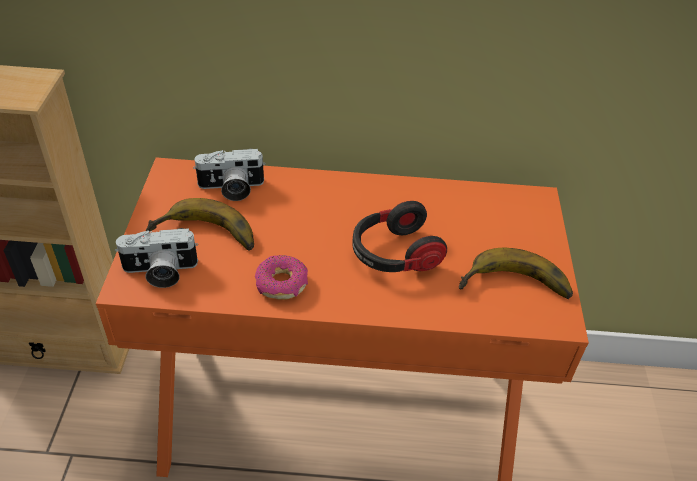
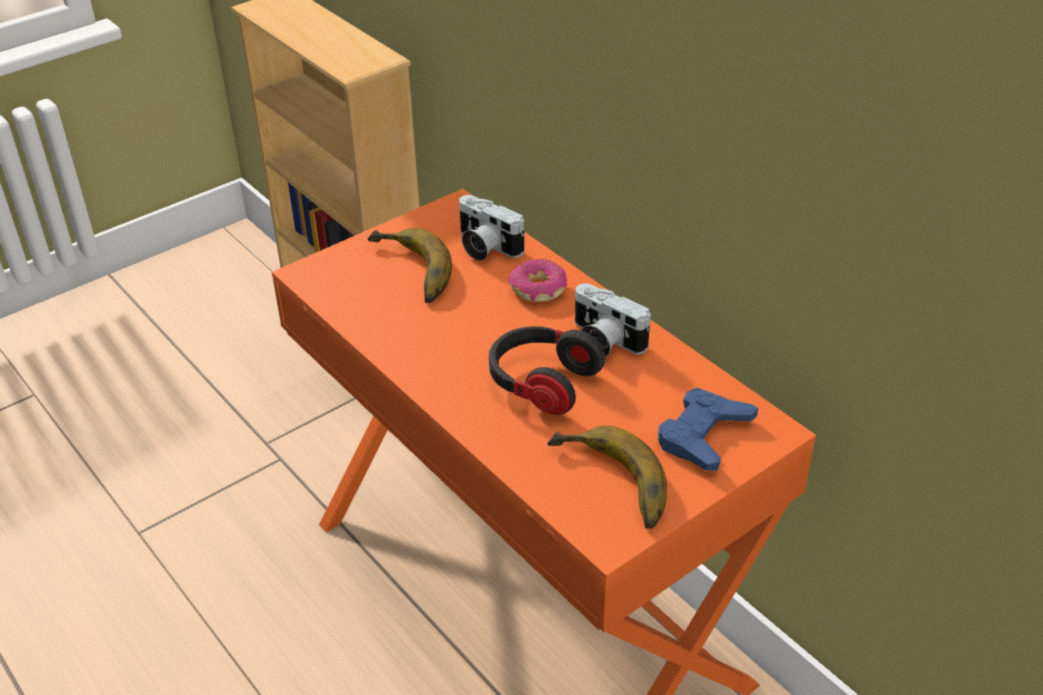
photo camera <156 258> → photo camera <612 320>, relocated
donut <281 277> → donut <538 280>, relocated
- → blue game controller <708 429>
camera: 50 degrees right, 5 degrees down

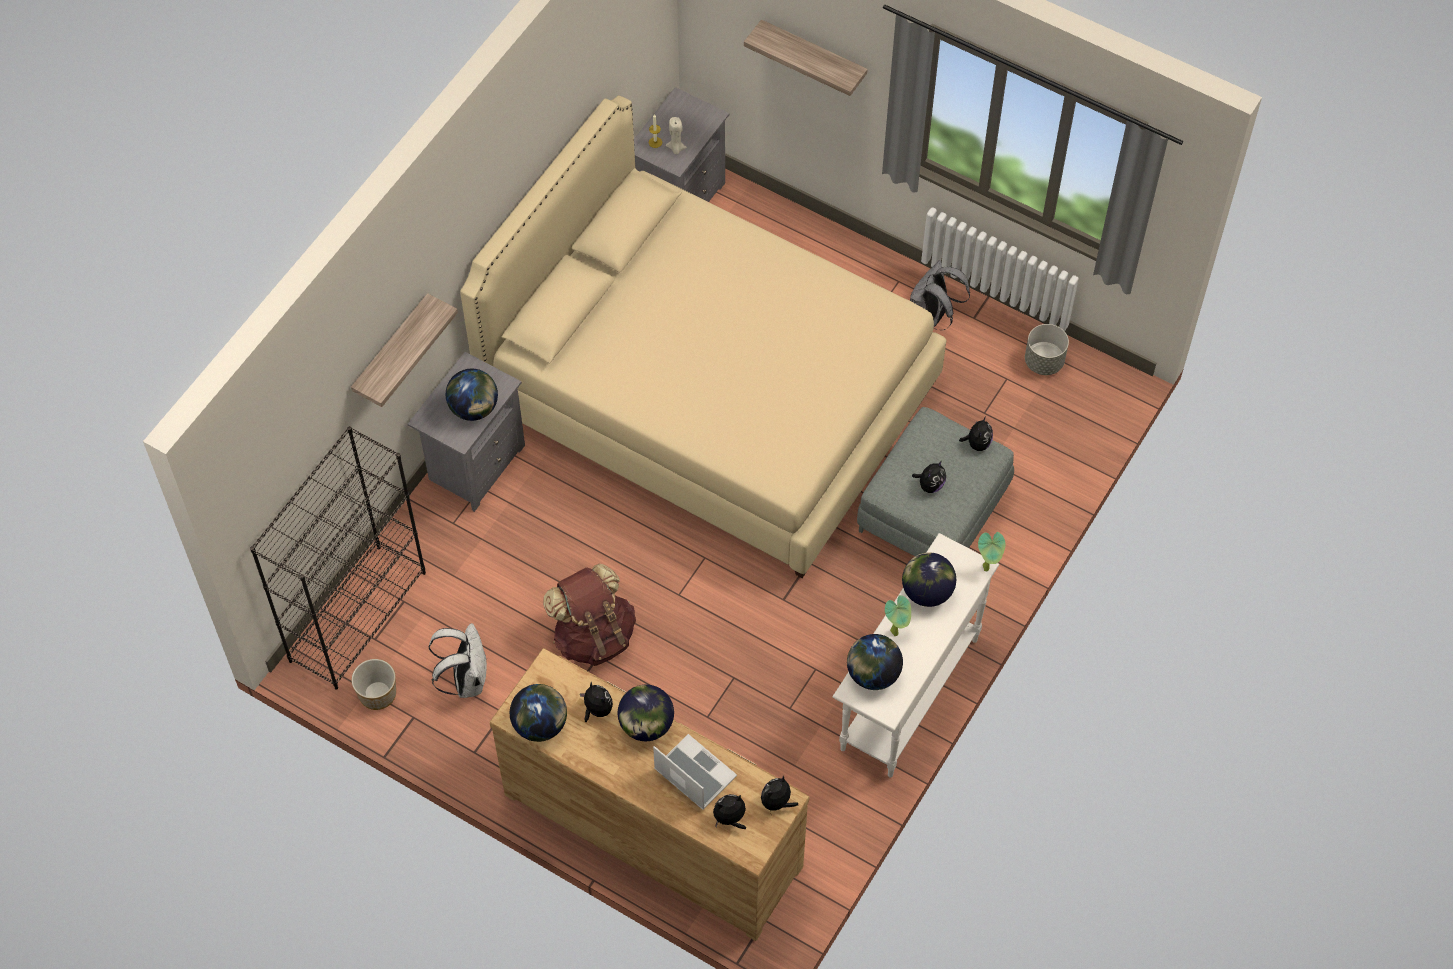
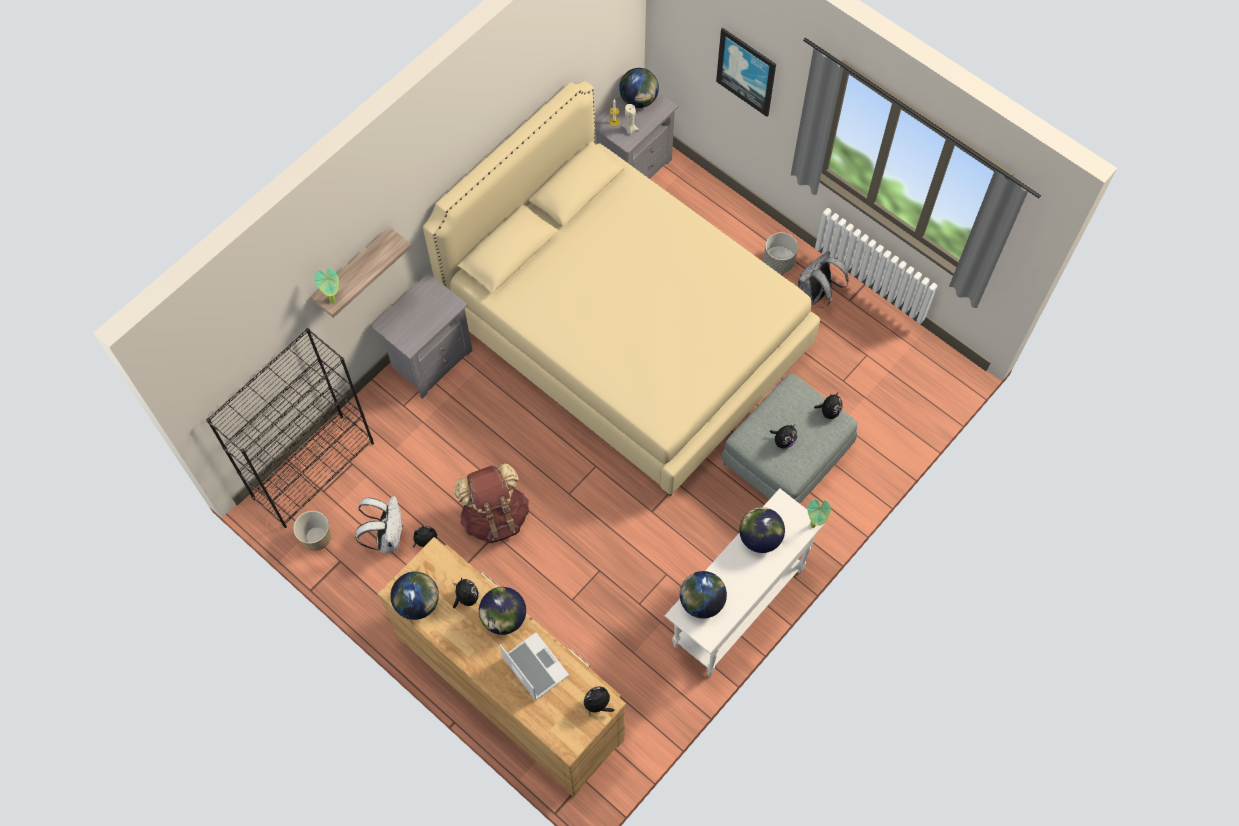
globe <472 395> → globe <639 88>, relocated
plush toy <729 811> → plush toy <425 537>, relocated
shelf <806 57> → picture <746 72>
potted plant <898 615> → potted plant <326 285>, relocated
grey planter <1047 349> → grey planter <780 253>, relocated
camera: 10 degrees right, 5 degrees up

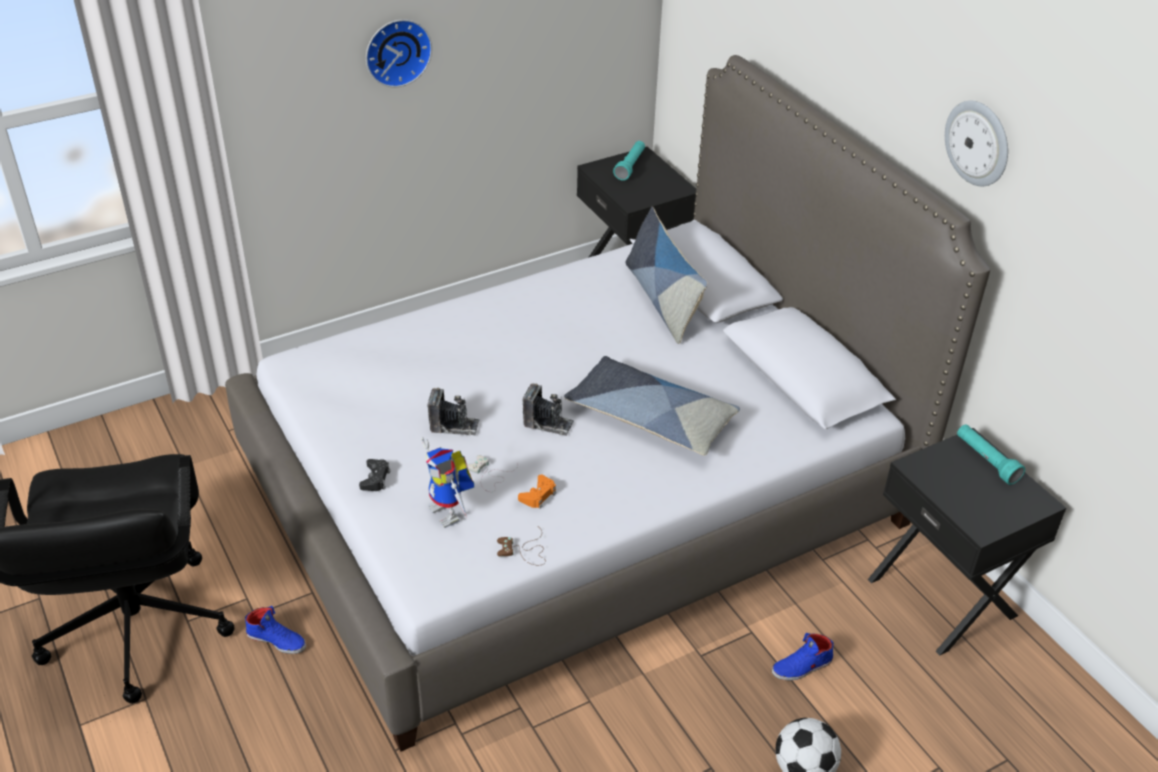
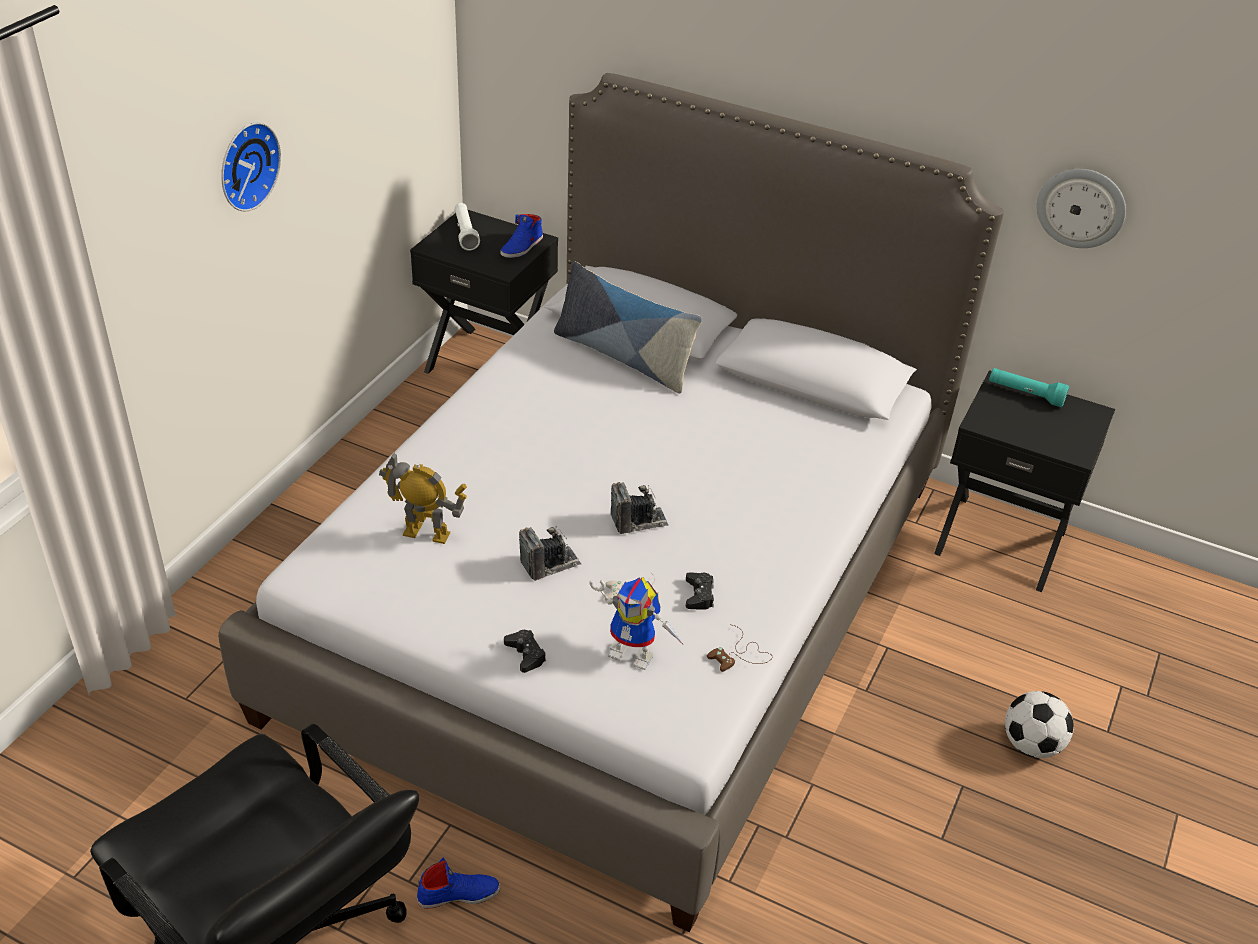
orange game controller <537 492> → black game controller <700 591>
pillow <652 406> → -
turquoise flashlight <629 161> → white flashlight <467 226>
blue shoe <803 657> → blue shoe <521 236>, relocated
wall clock <976 143> → wall clock <1081 208>, relocated
- → toy robot <423 498>
camera: 35 degrees left, 0 degrees up

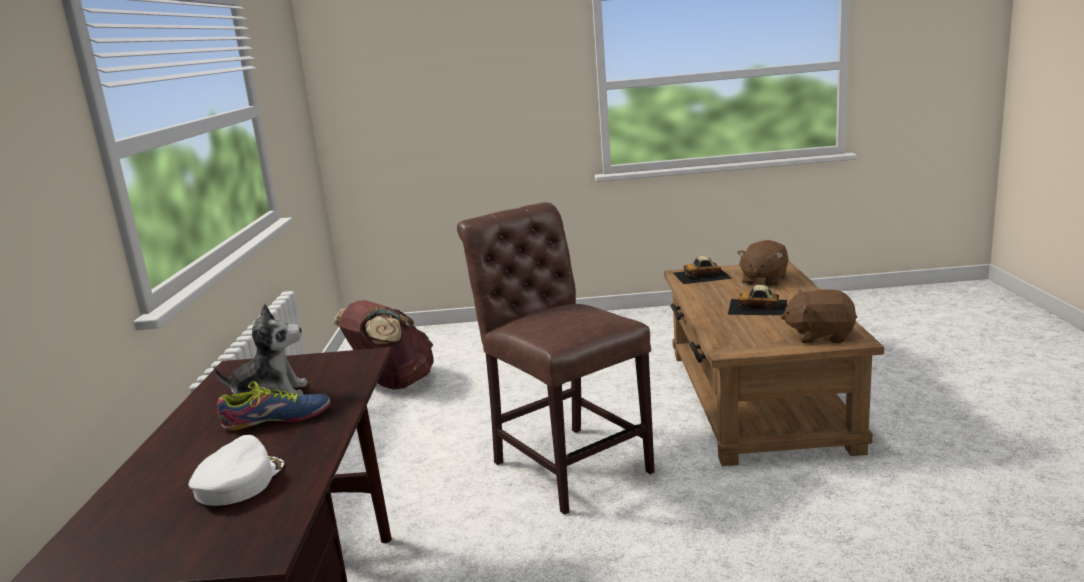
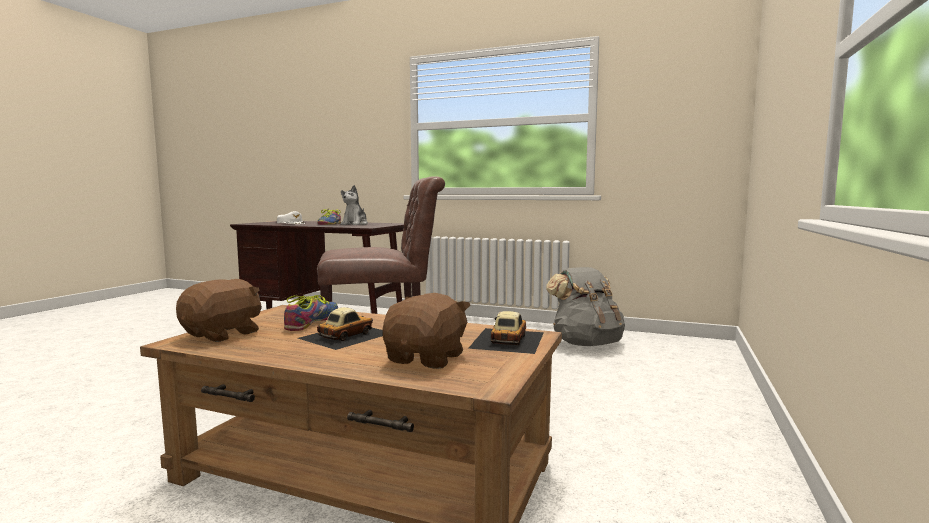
brown backpack <383 345> → grey backpack <585 306>
brown plush toy <762 263> → brown plush toy <426 331>, 60 degrees clockwise
- → shoe <311 313>
camera: 110 degrees right, 10 degrees down

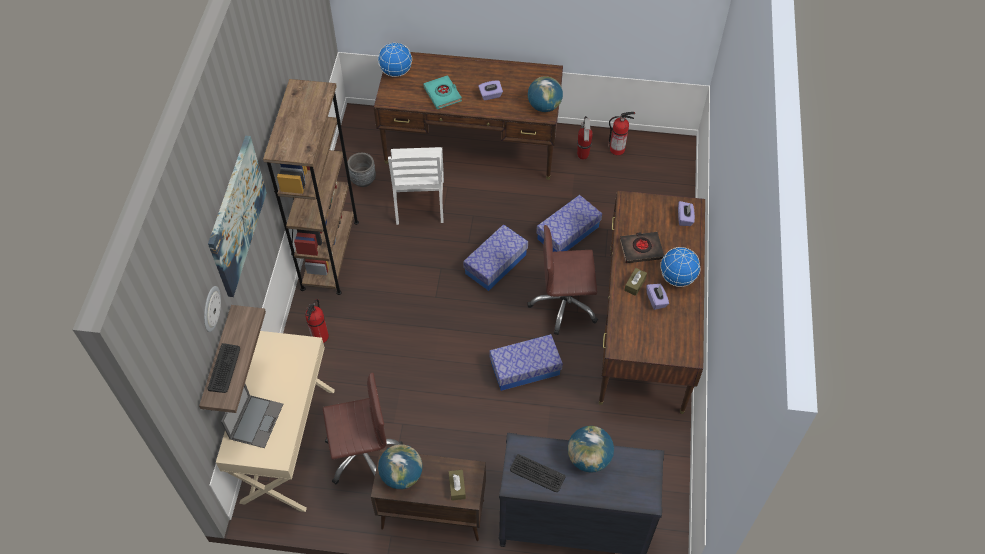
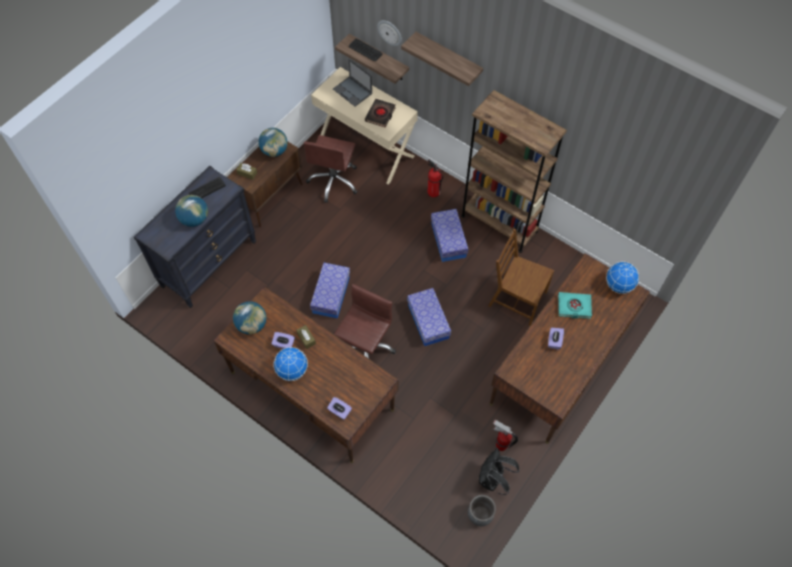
picture <237 216> → shelf <442 59>
grey planter <361 170> → grey planter <482 510>, relocated
white chair <416 186> → brown chair <521 277>
globe <545 94> → globe <249 318>, relocated
storage box <569 223> → storage box <449 235>, relocated
fire extinguisher <621 133> → black backpack <499 471>
black book <642 247> → black book <380 113>, relocated
camera: 120 degrees right, 5 degrees up

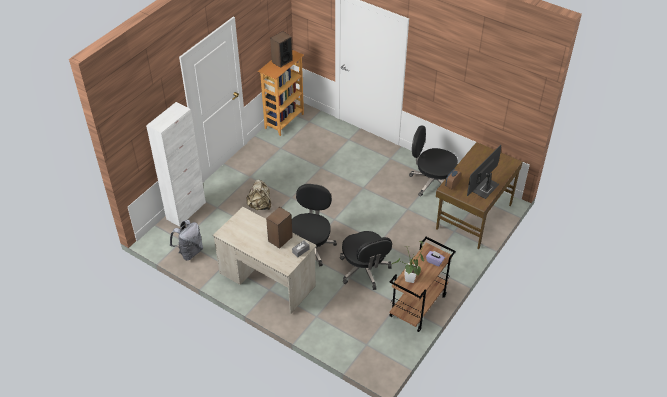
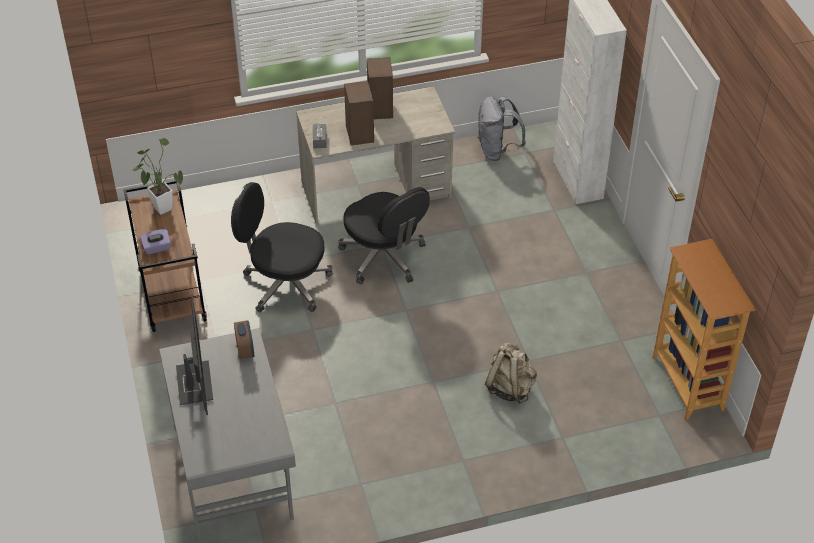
beige backpack <258 195> → beige backpack <511 373>, relocated
speaker <281 49> → speaker <380 88>, relocated
black office chair <433 160> → -
brown desk <479 196> → grey desk <227 435>
camera: 130 degrees right, 0 degrees up

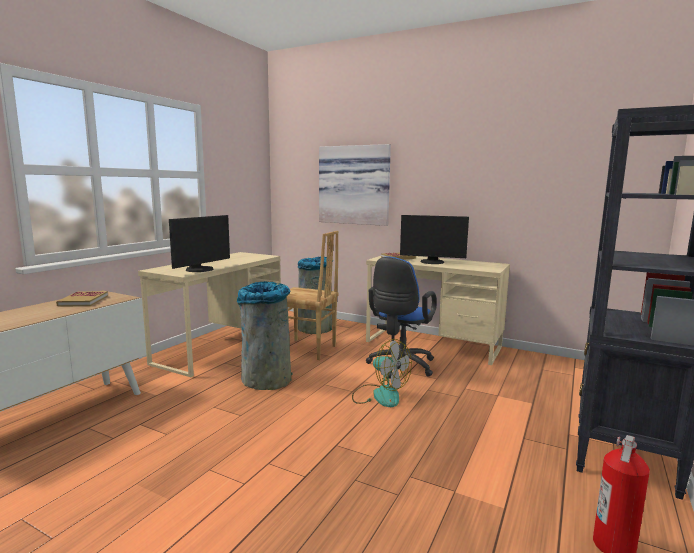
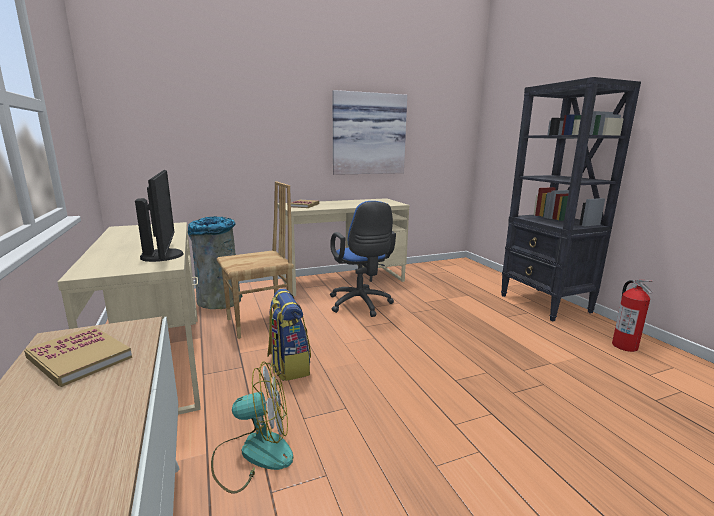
grey trash can <265 335> → backpack <289 335>
picture <355 185> → picture <369 132>, relocated
fan <382 373> → fan <252 428>, relocated
monitor <434 239> → -
camera: 50 degrees left, 5 degrees up

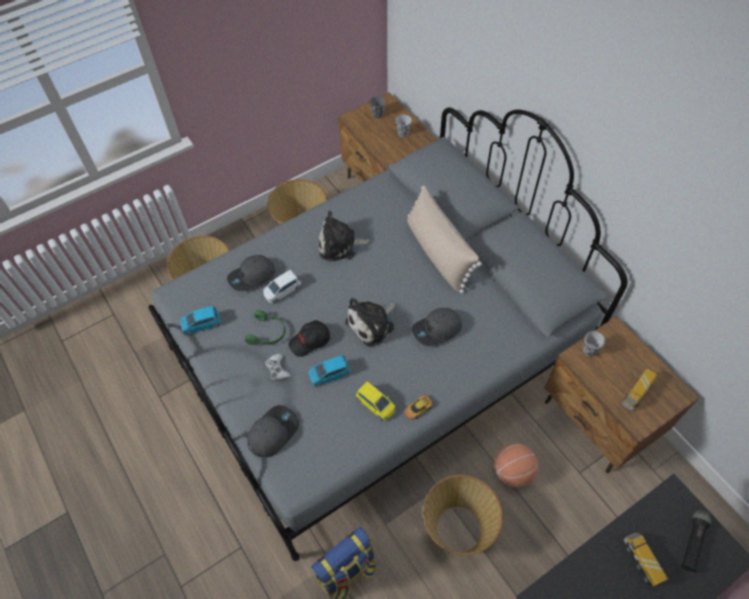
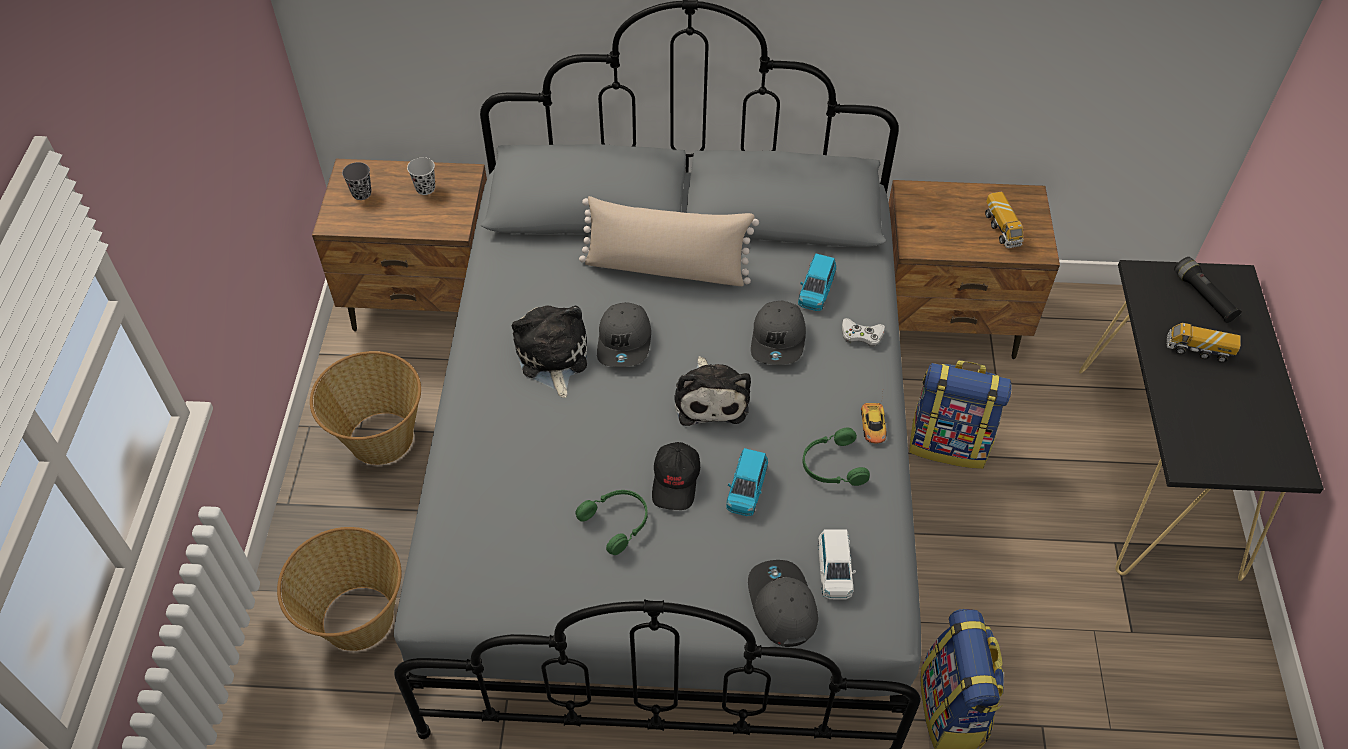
blue toy car <200 320> → blue toy car <817 282>, relocated
grey cap <251 273> → grey cap <624 334>, relocated
white toy car <282 287> → white toy car <837 564>, relocated
white game controller <278 367> → white game controller <863 332>, relocated
plush toy <345 236> → plush toy <549 351>, 135 degrees clockwise
yellow toy car <376 401> → green headphones <836 457>
basket <463 515> → -
basketball <517 465> → backpack <960 414>
black cup <594 343> → -
camera: 55 degrees left, 5 degrees down

